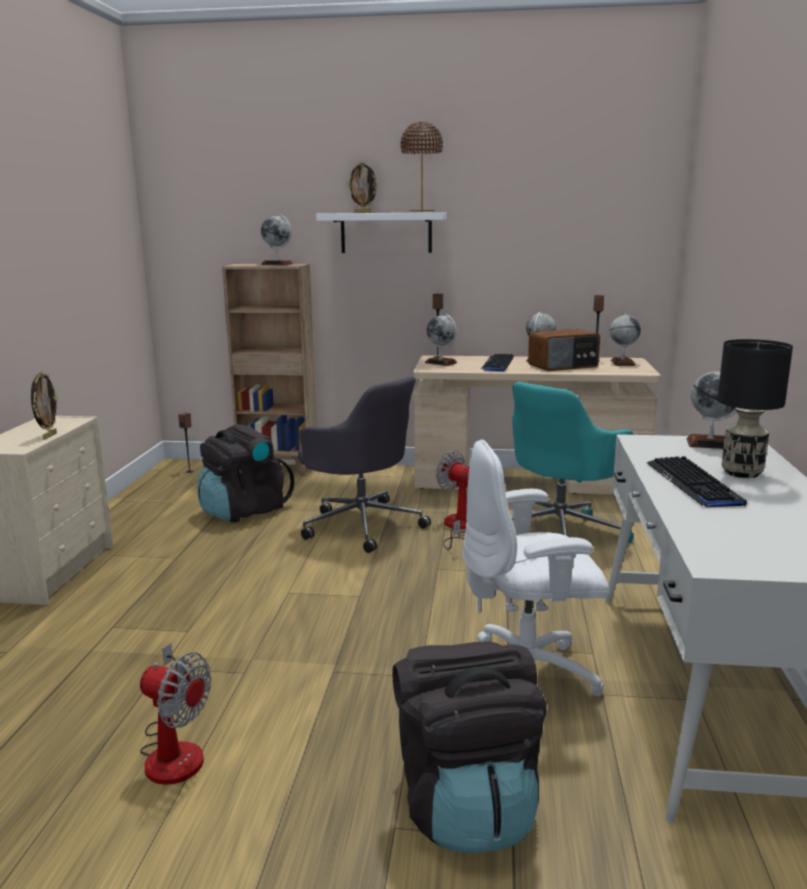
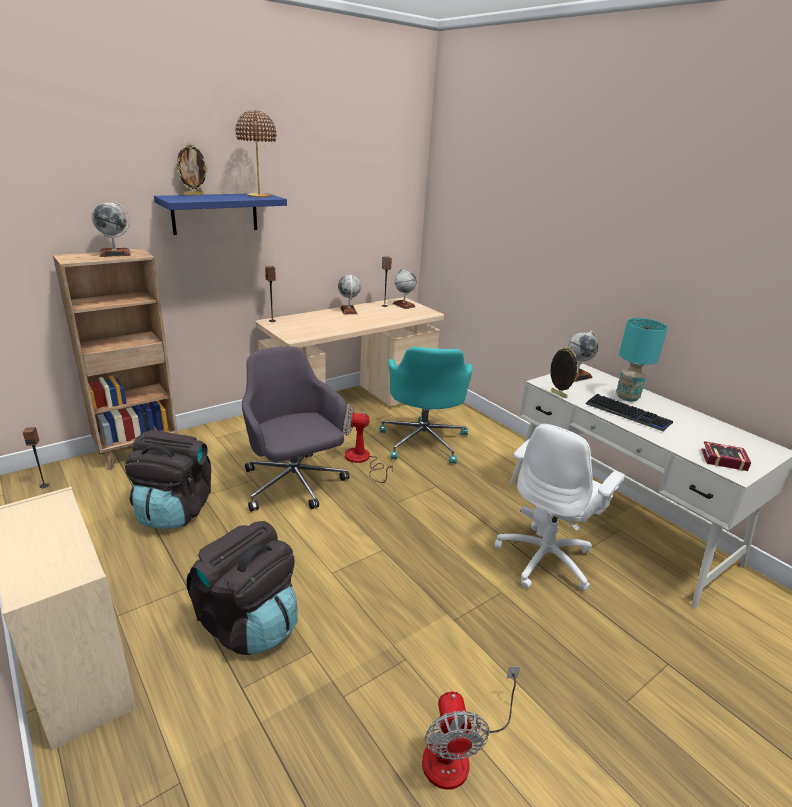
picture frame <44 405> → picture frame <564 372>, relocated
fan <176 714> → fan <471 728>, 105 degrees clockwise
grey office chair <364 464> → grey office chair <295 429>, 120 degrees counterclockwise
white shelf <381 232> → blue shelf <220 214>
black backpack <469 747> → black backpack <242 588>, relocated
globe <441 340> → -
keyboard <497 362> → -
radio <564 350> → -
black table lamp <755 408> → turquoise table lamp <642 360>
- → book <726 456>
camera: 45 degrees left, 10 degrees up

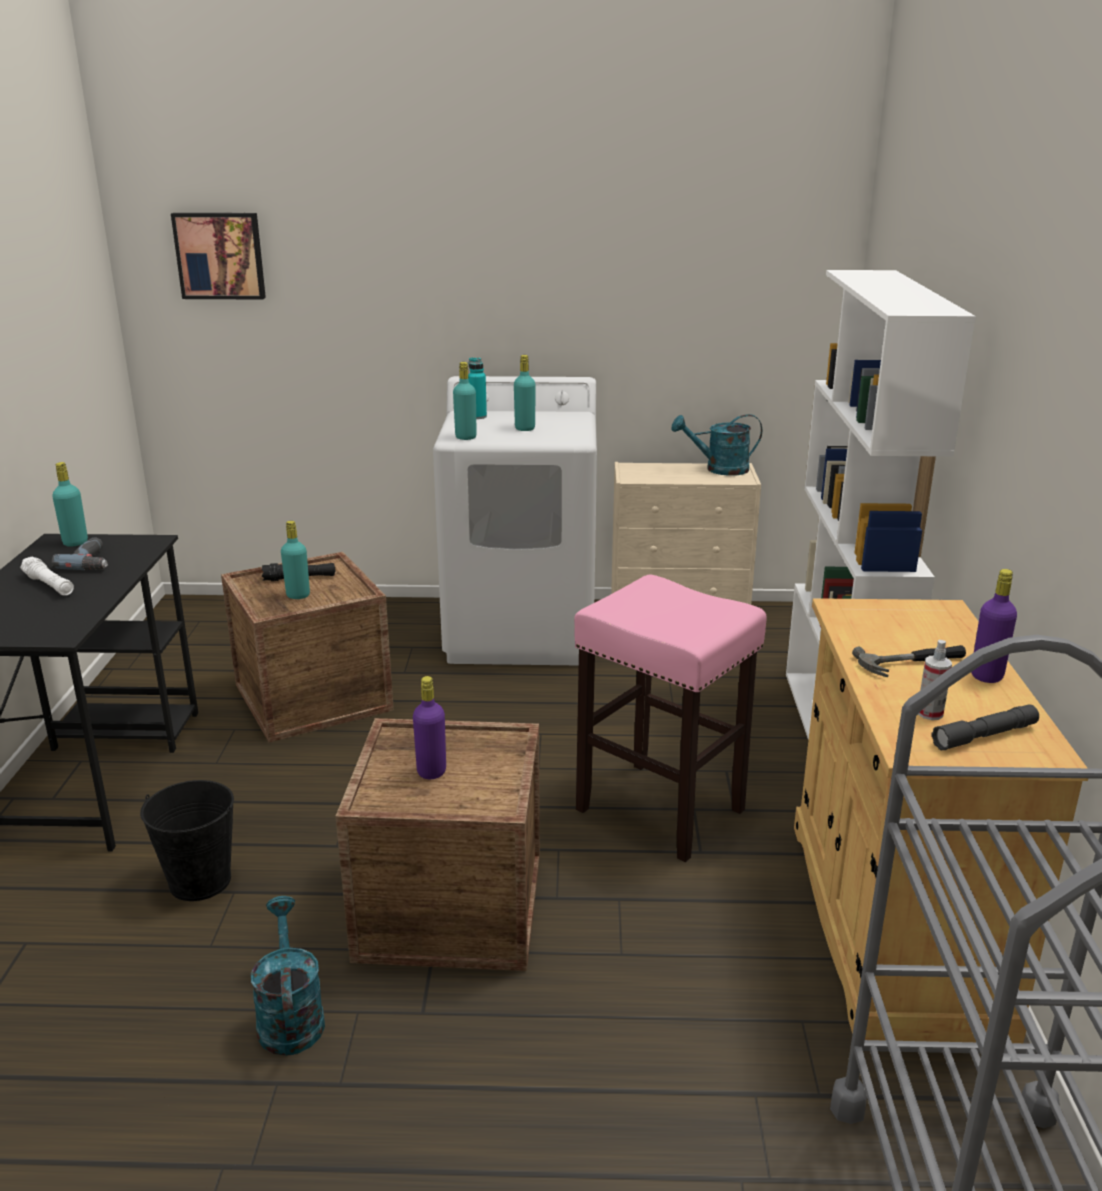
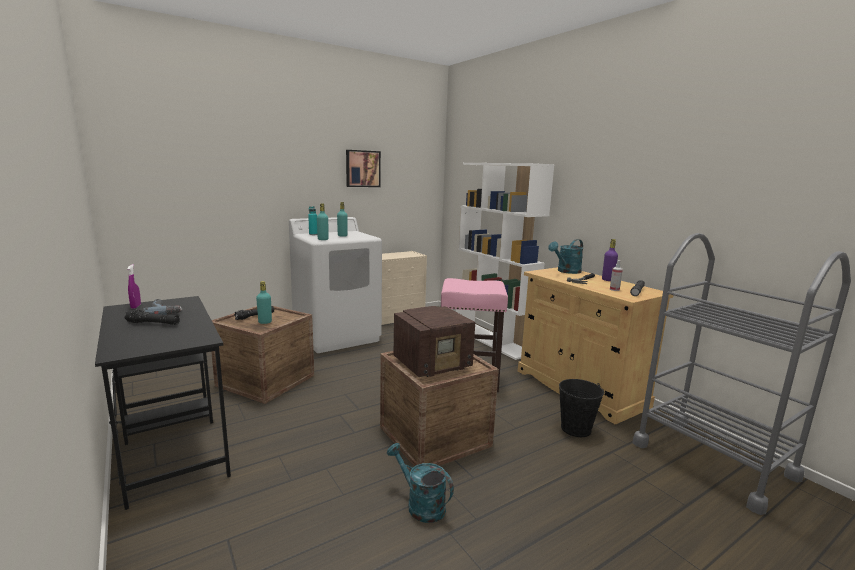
white flashlight <47 576> → black flashlight <152 317>
turquoise bottle <70 504> → purple spray bottle <134 286>
black bucket <187 840> → black bucket <581 408>, relocated
picture <218 256> → picture <363 168>, relocated
purple bottle <429 727> → radio <434 341>
turquoise watering can <717 445> → turquoise watering can <565 256>, relocated
camera: 35 degrees left, 10 degrees down

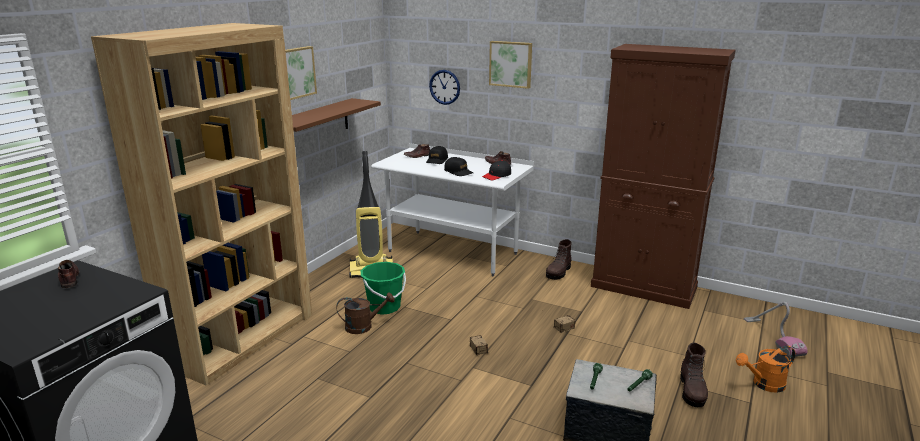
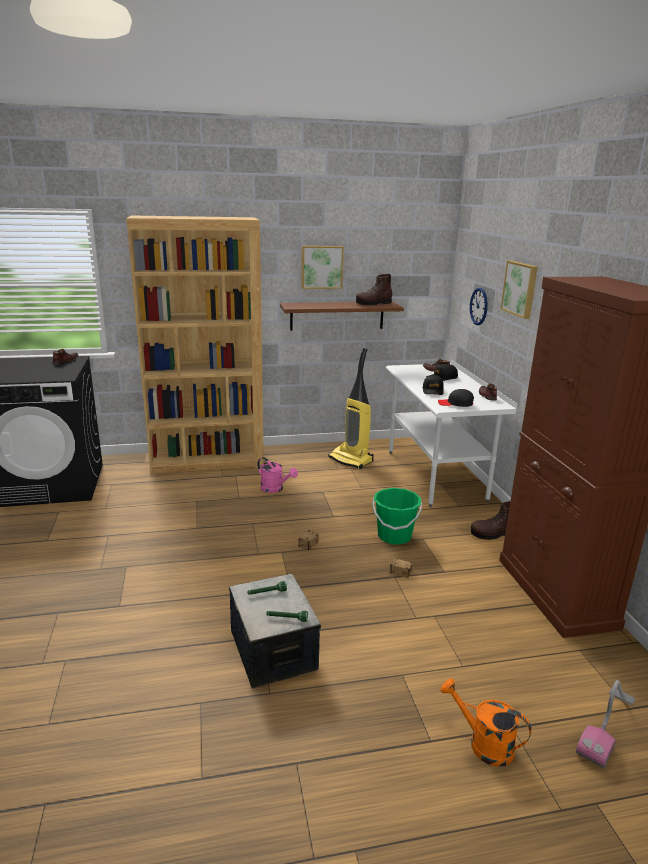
brown watering can <366 313> → pink watering can <277 475>
green bucket <383 288> → green bucket <397 516>, relocated
brown boot <694 374> → brown boot <374 290>, relocated
camera: 50 degrees right, 0 degrees up

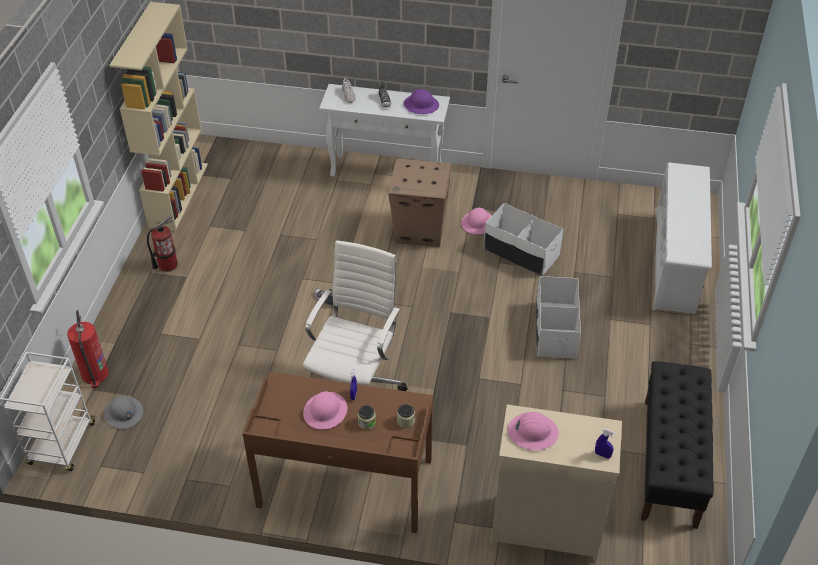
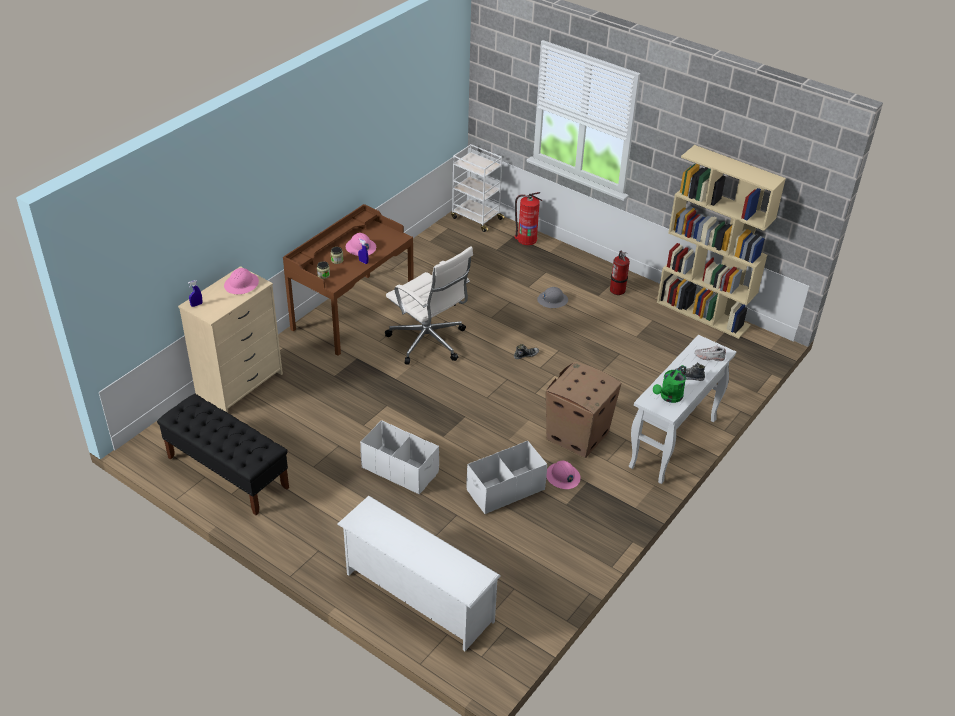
grey hard hat <123 412> → grey hard hat <552 297>, relocated
purple hard hat <421 101> → green watering can <669 384>
camera: 115 degrees right, 5 degrees down

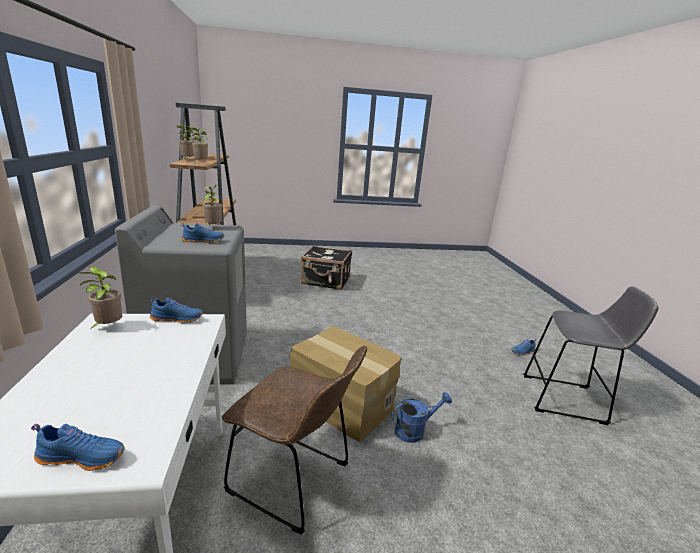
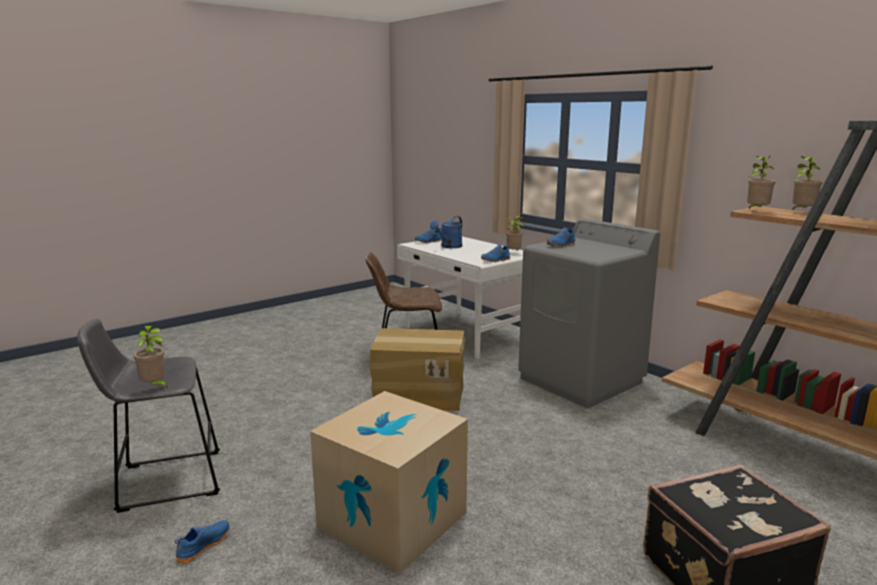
potted plant <212 205> → potted plant <150 357>, relocated
blue watering can <422 417> → blue watering can <446 232>, relocated
- → cardboard box <389 482>
camera: 150 degrees right, 5 degrees down

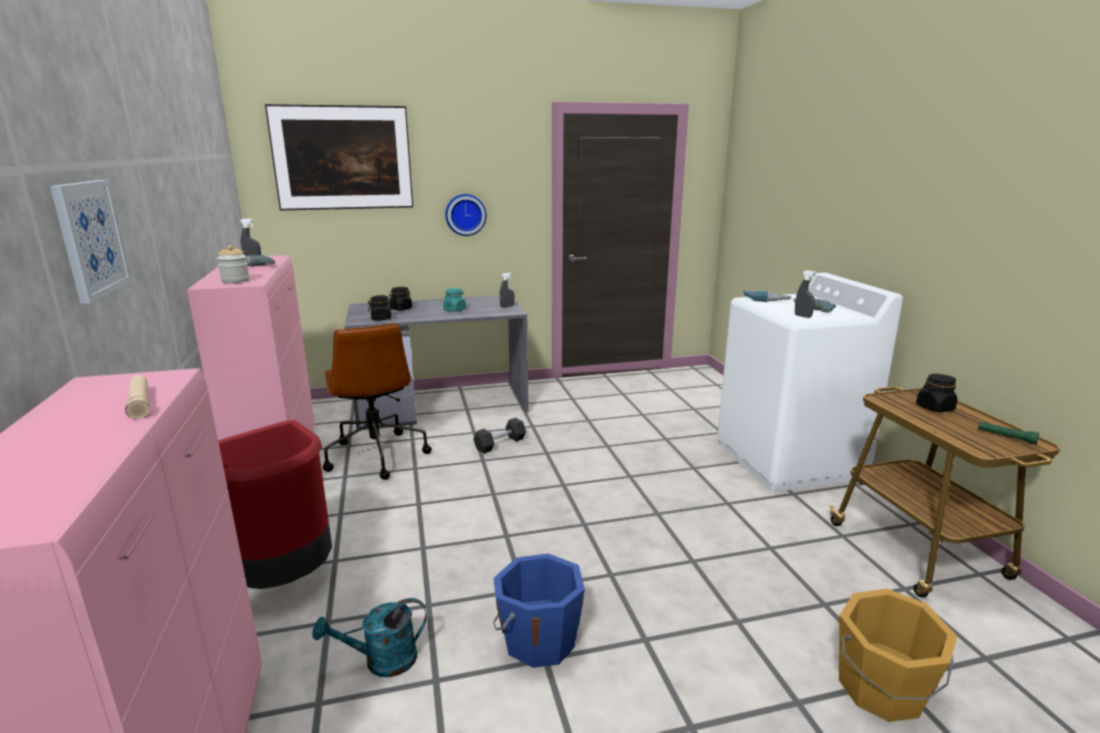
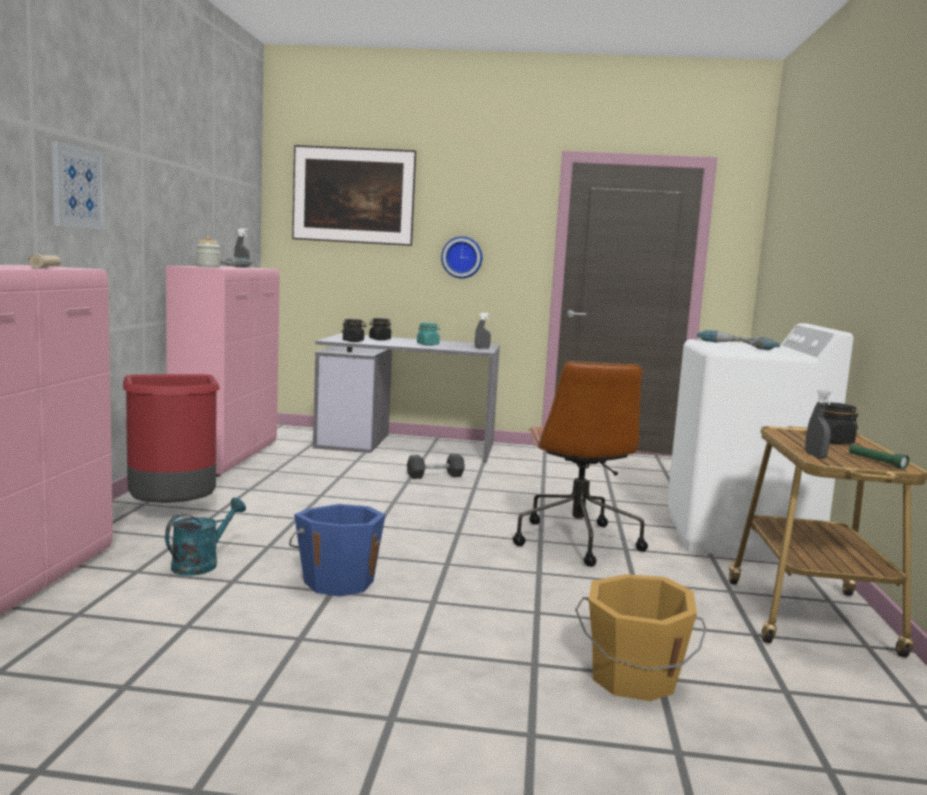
turquoise watering can <369 637> → turquoise watering can <205 536>, 120 degrees clockwise
brown office chair <377 401> → brown office chair <580 464>, relocated
grey spray bottle <806 294> → grey spray bottle <819 423>, relocated
camera: 20 degrees right, 10 degrees down

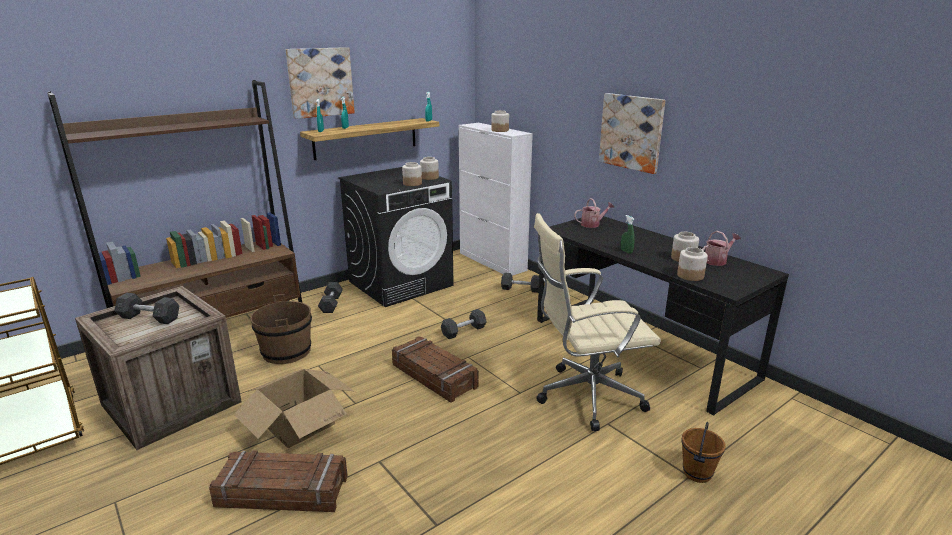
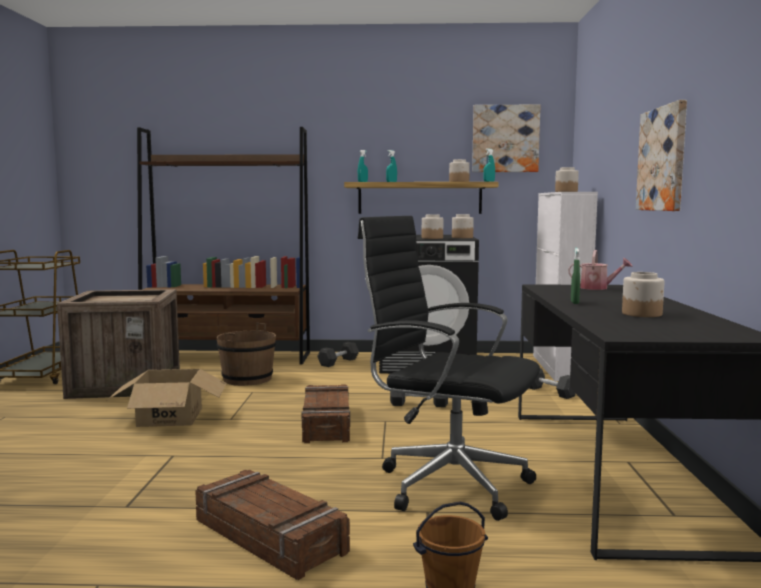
grey dumbbell <147 308> → -
crate <278 481> → crate <272 525>, relocated
picture <320 83> → picture <506 138>, relocated
beige office chair <597 322> → black office chair <449 368>
jar <692 264> → jar <459 170>, relocated
watering can <721 248> → -
camera: 40 degrees right, 15 degrees down

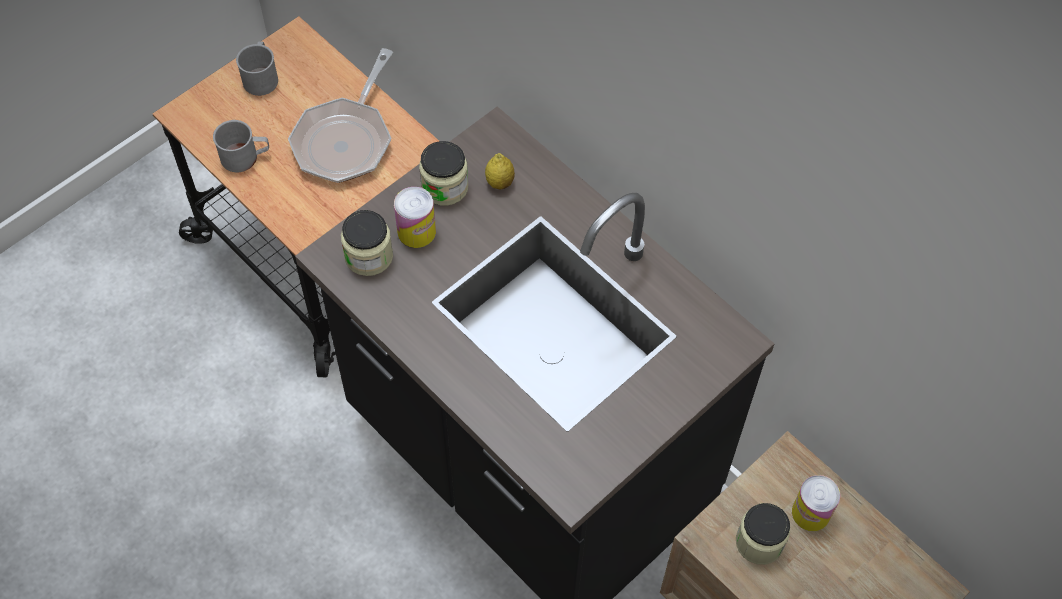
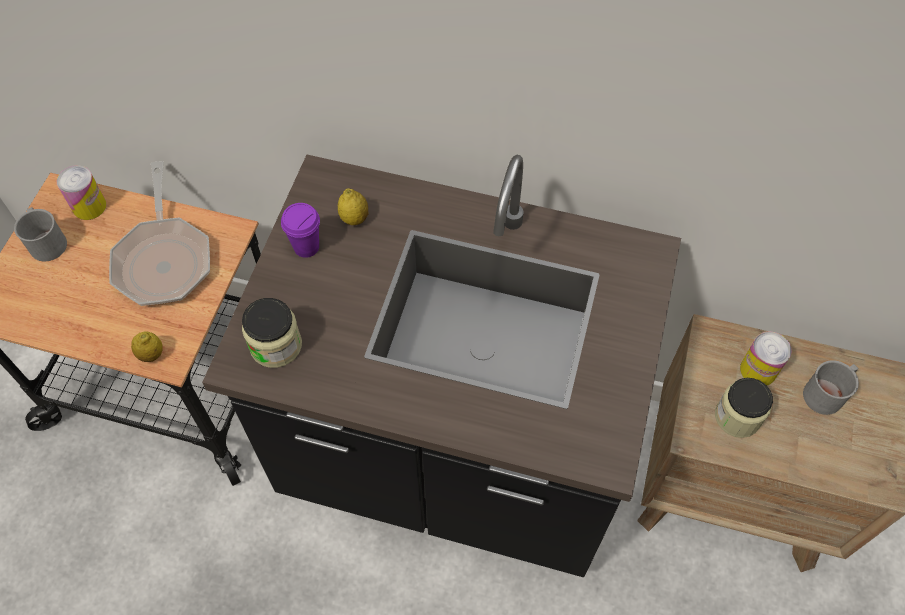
grey mug <241 146> → grey mug <831 387>, relocated
can <415 217> → can <81 192>, relocated
jar <443 173> → purple cup <300 230>
- → lemon <147 346>
camera: 30 degrees left, 0 degrees up

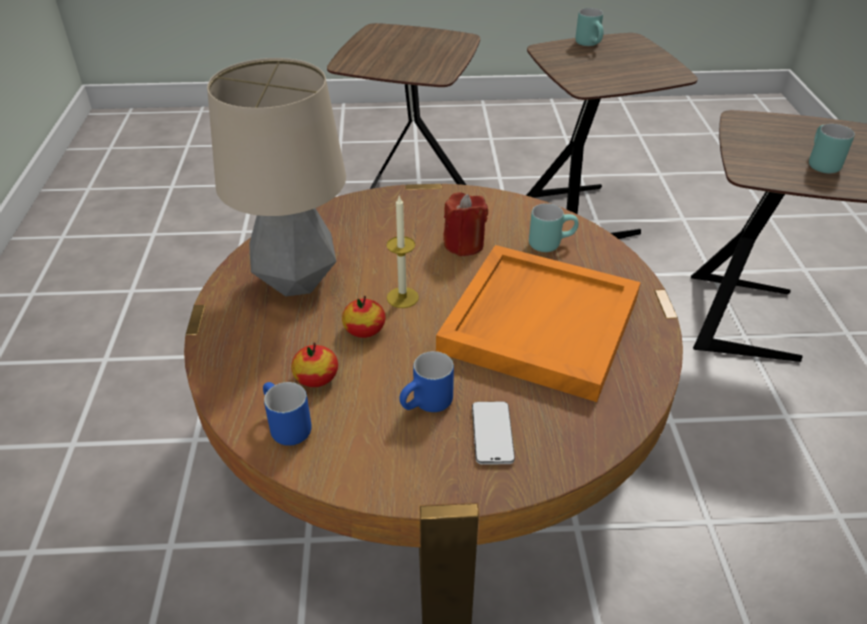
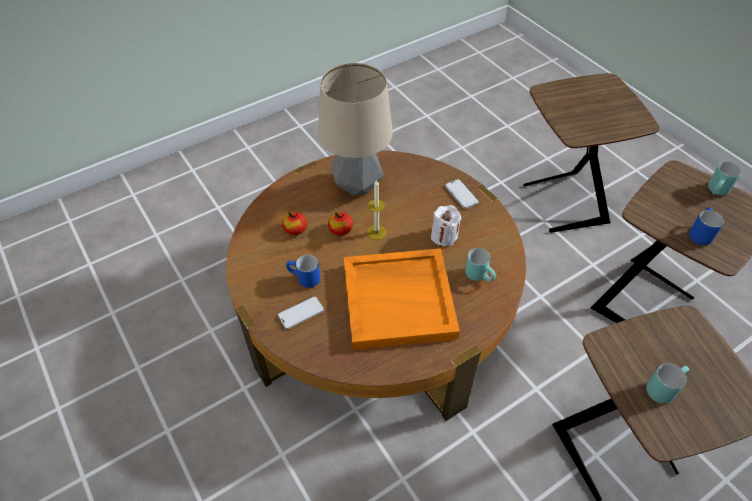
blue mug <287 414> → blue mug <706 226>, relocated
red candle <465 224> → white candle <446 226>
- → phone <462 194>
camera: 60 degrees right, 10 degrees up

